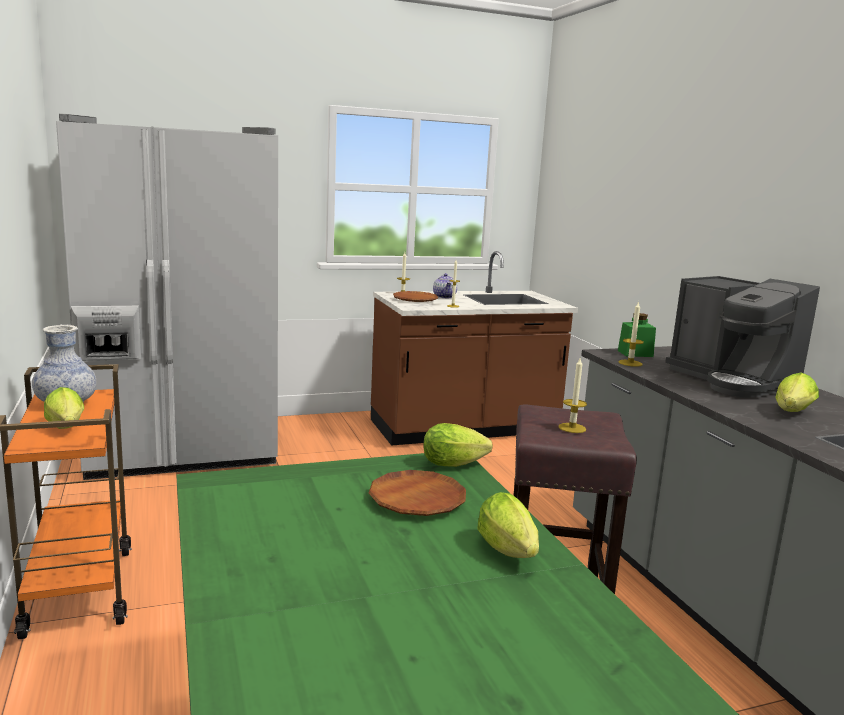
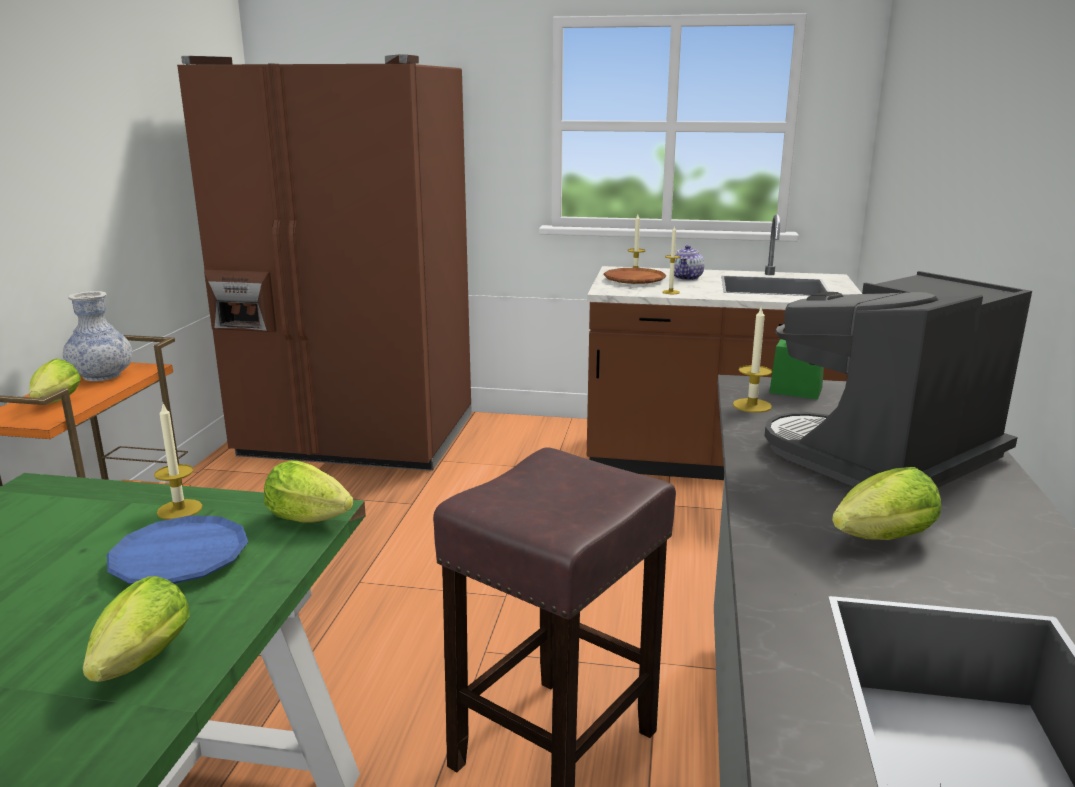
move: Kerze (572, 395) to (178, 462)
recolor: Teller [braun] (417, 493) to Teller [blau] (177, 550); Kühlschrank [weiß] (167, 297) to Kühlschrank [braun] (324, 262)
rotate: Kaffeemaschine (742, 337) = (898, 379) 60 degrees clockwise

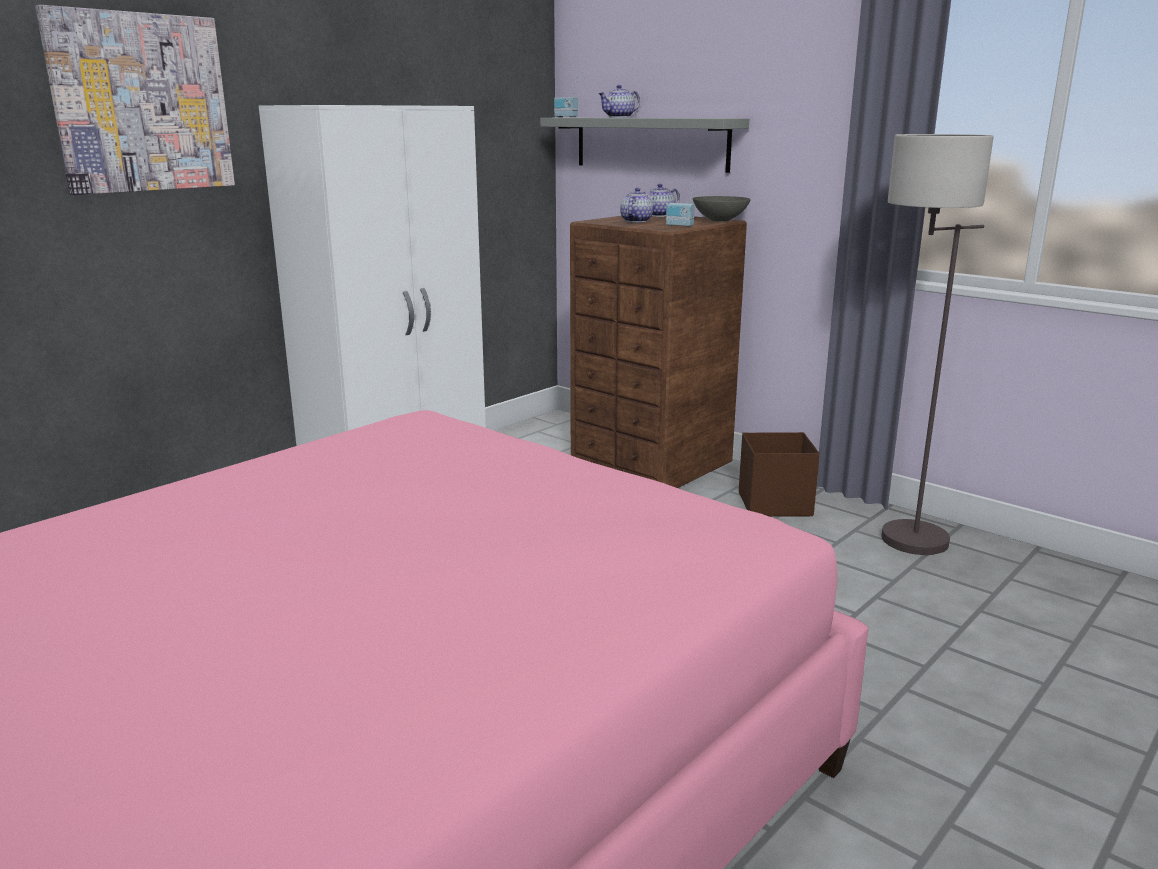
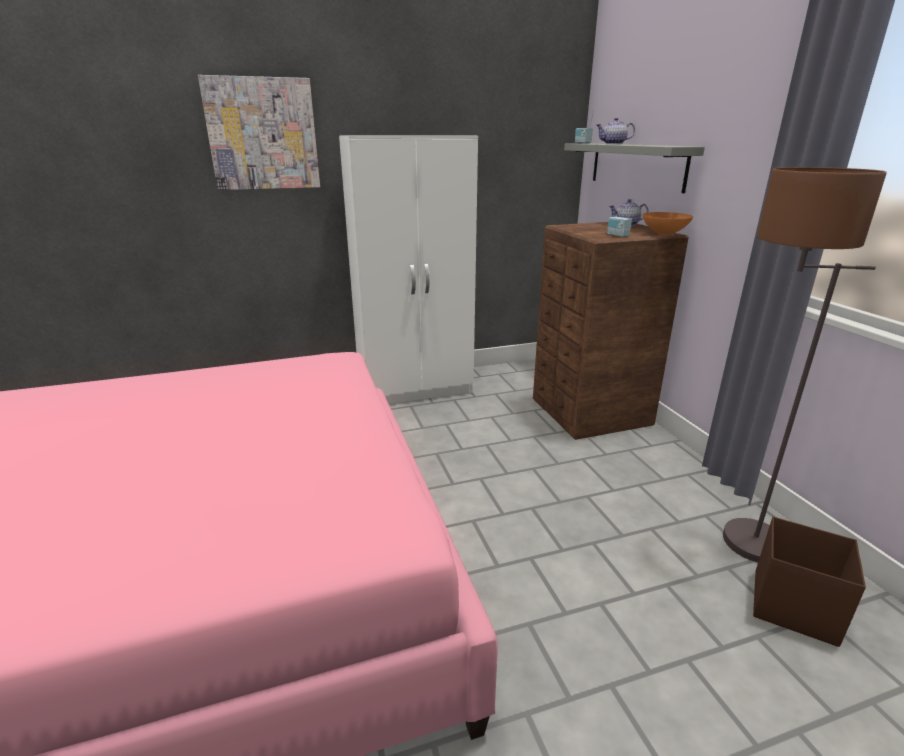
delete: Teekanne (636, 205)
move: Aufbewahrungsbox [braun] (779, 474) to (809, 582)
recolor: Schüssel [grau] (722, 209) to Schüssel [orange] (667, 223); Stehlampe [grau] (937, 344) to Stehlampe [braun] (805, 364)

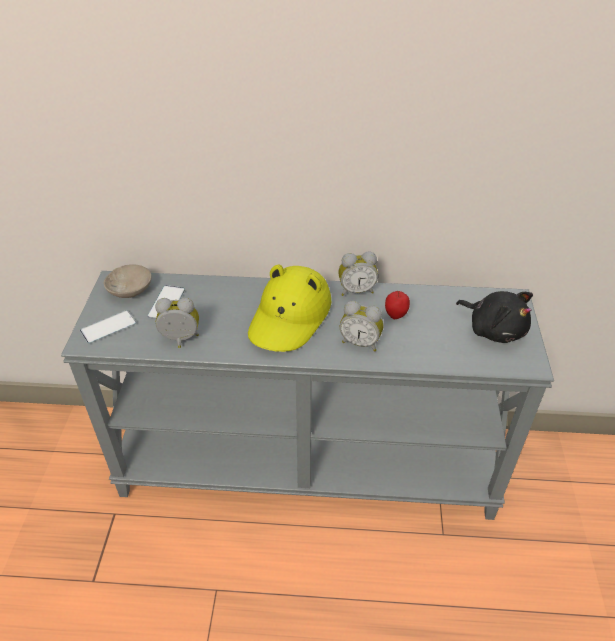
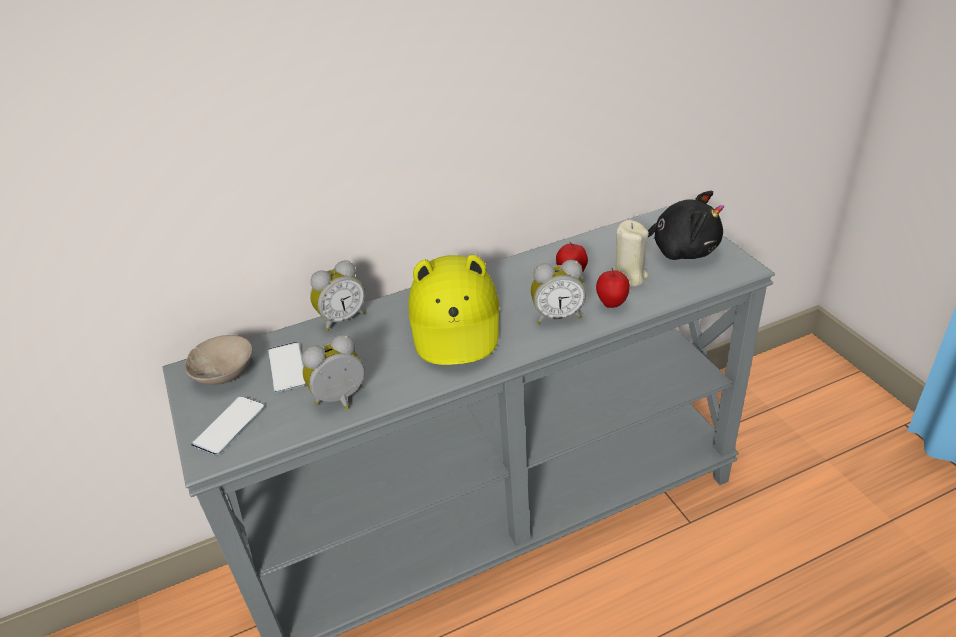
insert: Apfel (613, 288); Kerze [beige] (631, 253)
move: Wecker (358, 273) to (337, 295)

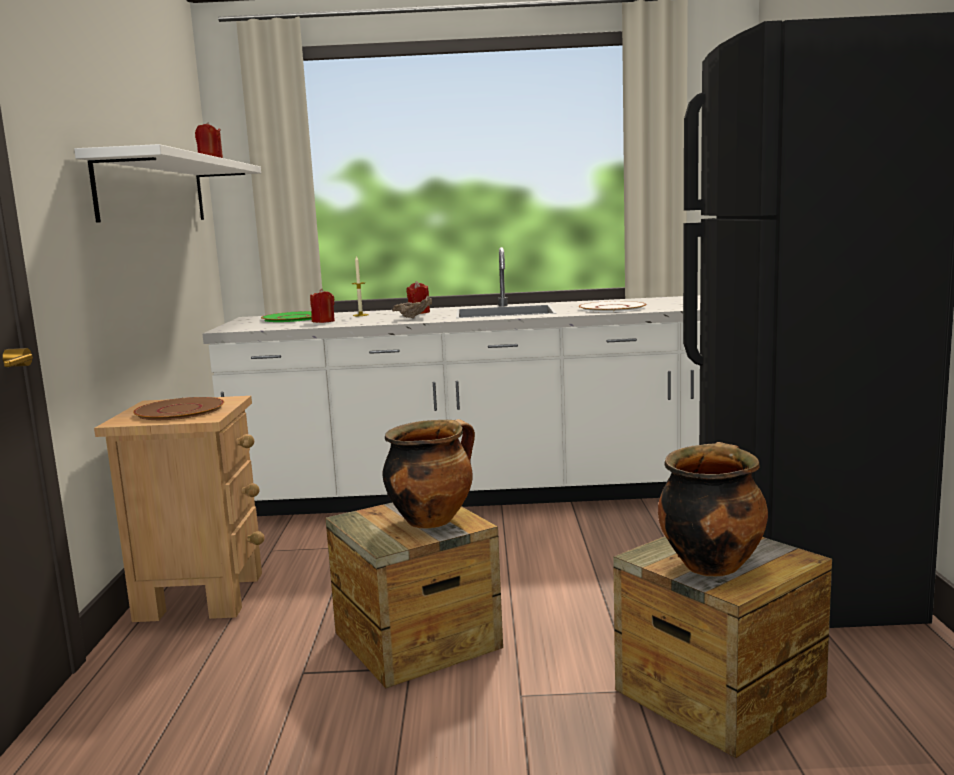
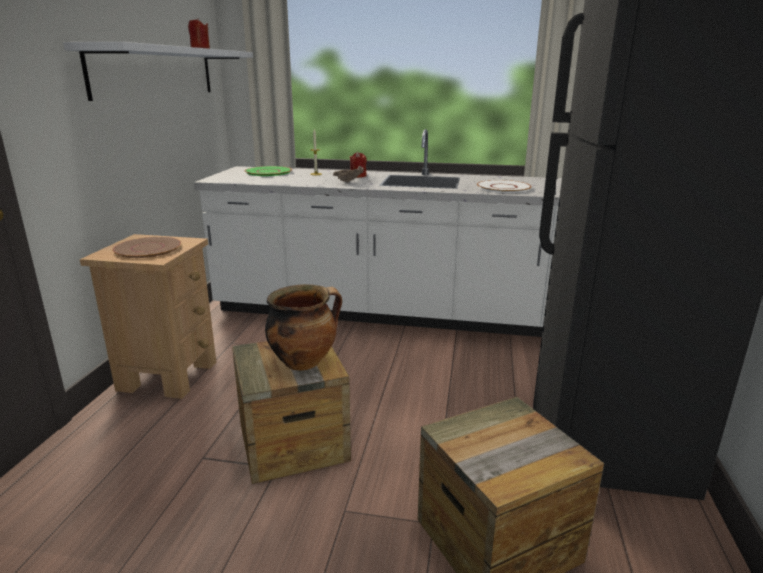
delete: Kerze [rot] (322, 306); Kochtopf (713, 509)

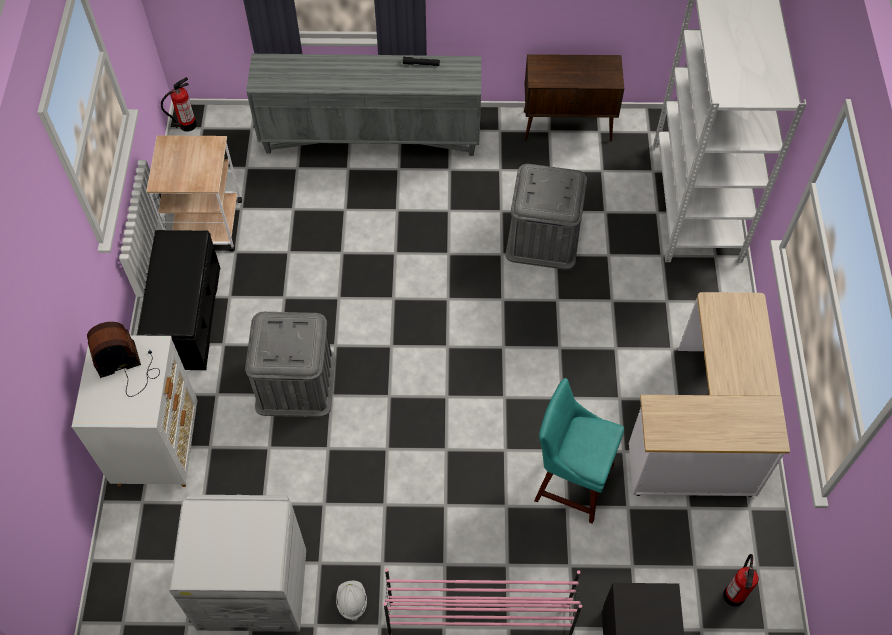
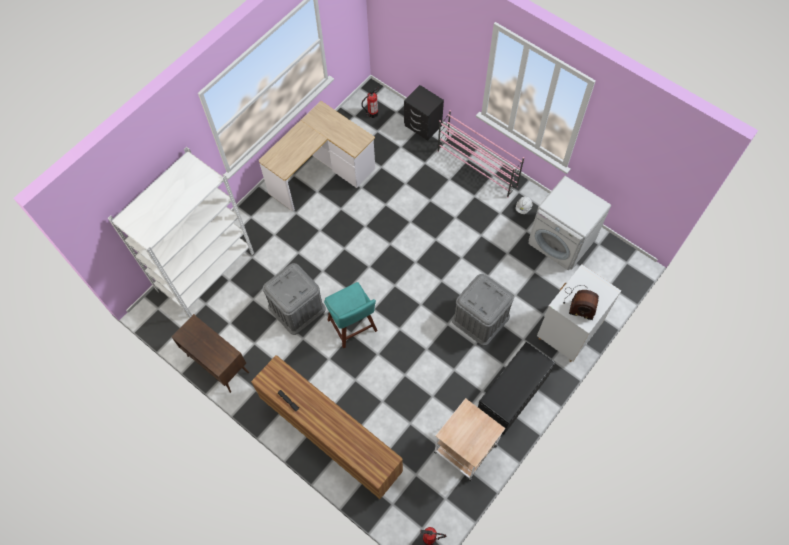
move: Stuhl [türkis] (579, 451) to (351, 315)
recolor: Kommode [grau] (363, 105) to Kommode [braun] (327, 427)

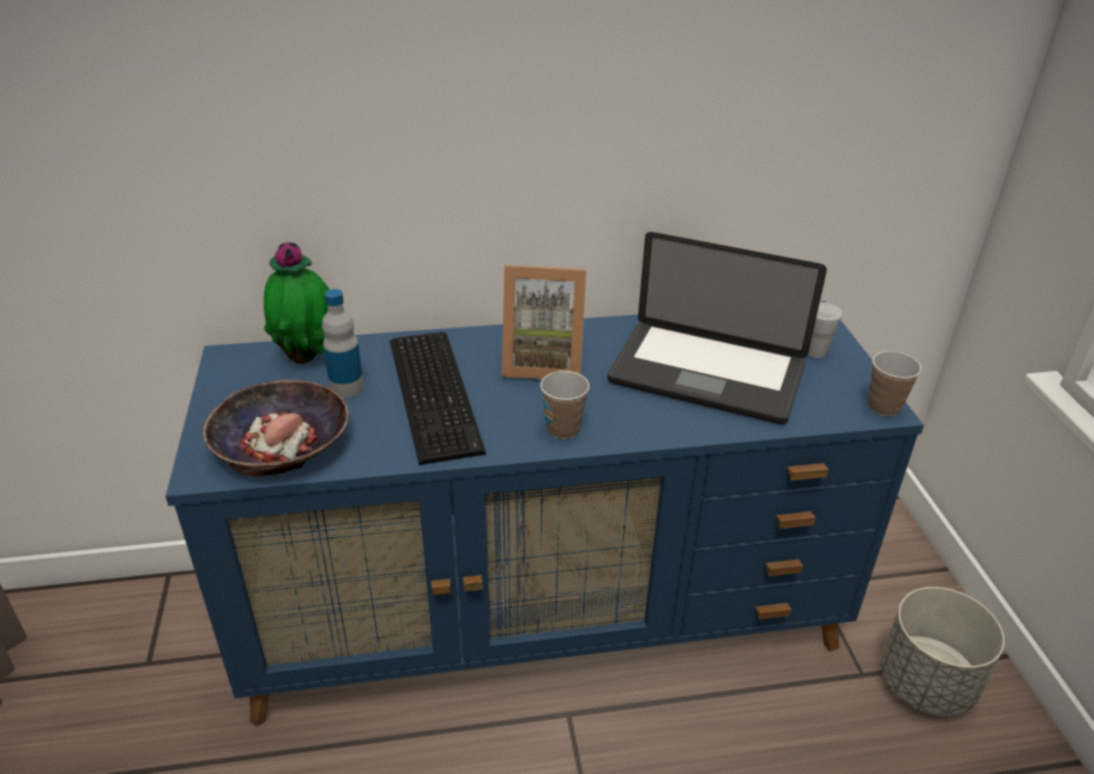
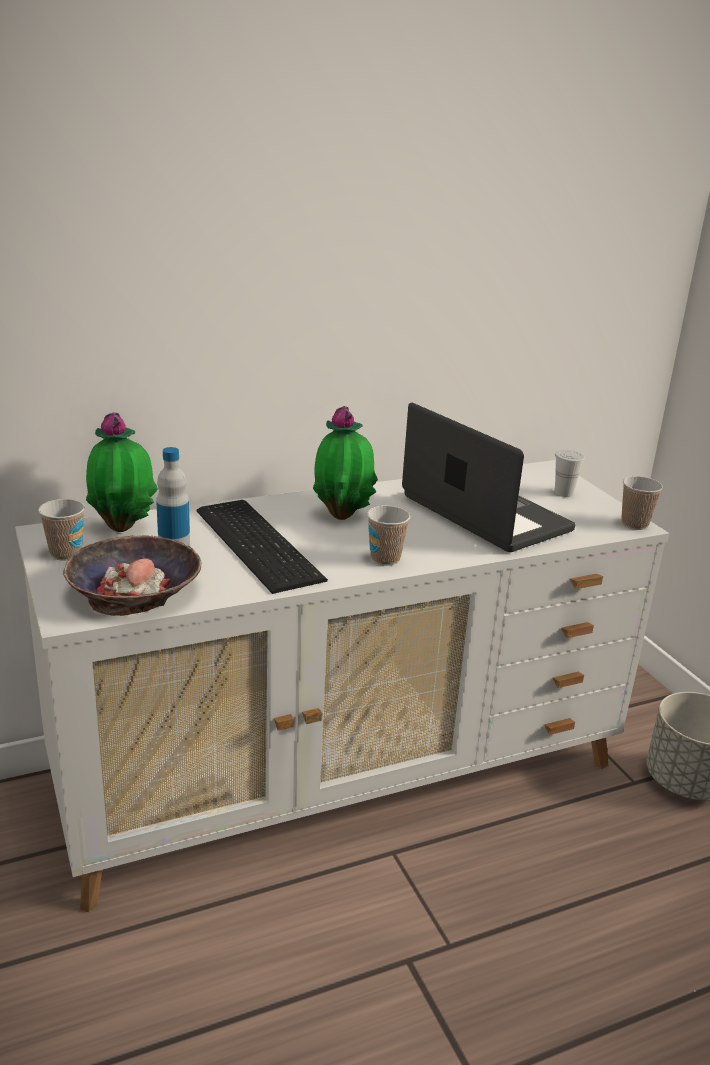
insert: Tasse (61, 530)
replace: Bilderrahmen (543, 322) to Topfpflanze (345, 463)
recolor: Kommode [blau] (544, 514) to Kommode [weiß] (342, 686)
rotate: Laptop (717, 328) = (489, 477) 135 degrees counterclockwise

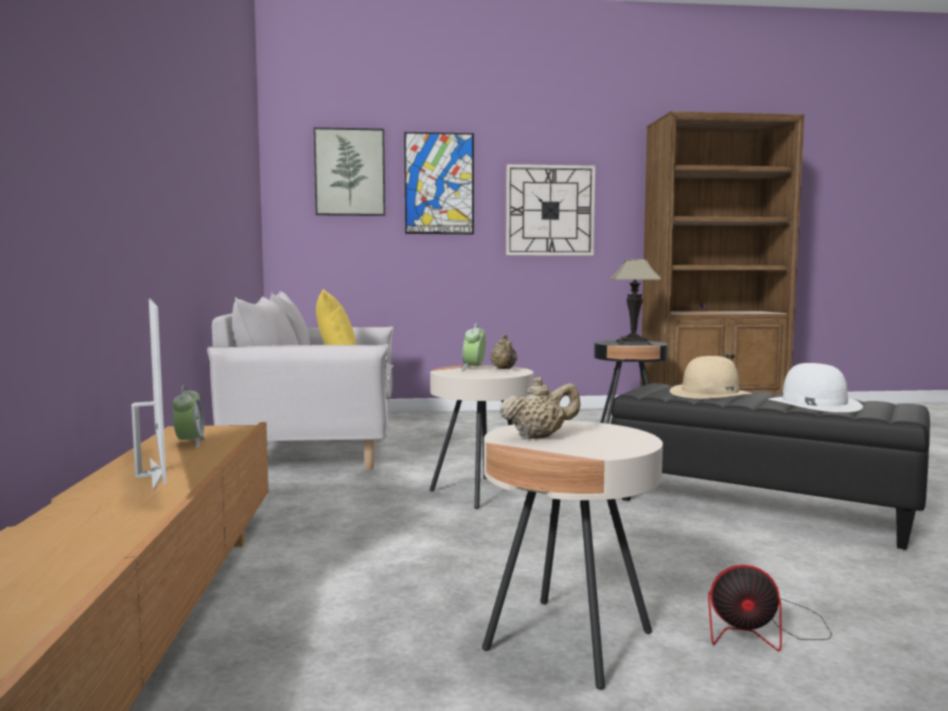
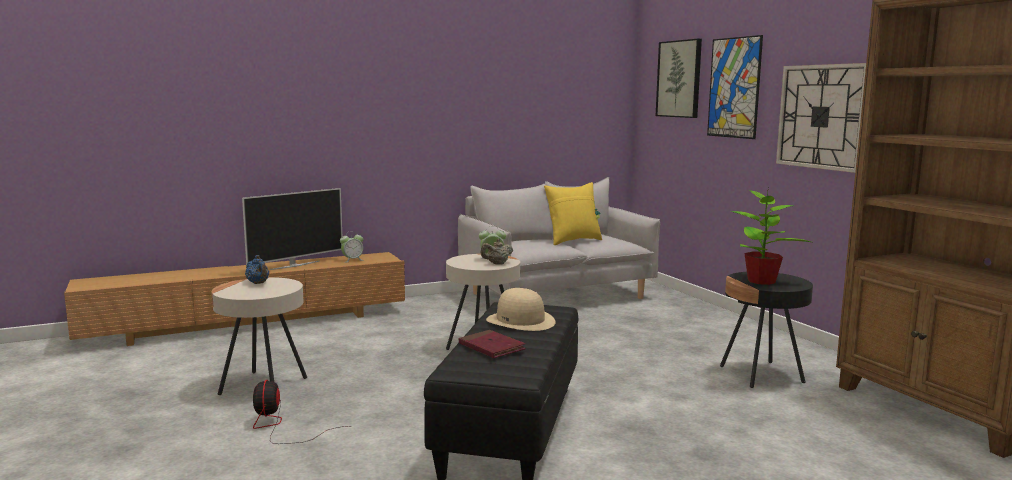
replace: Hut [weiß] (816, 387) to Buch [rot] (492, 344); Tischlampe (636, 302) to Topfpflanze (771, 236)
recolor: Teekanne [beige] (540, 408) to Teekanne [blau] (257, 269)

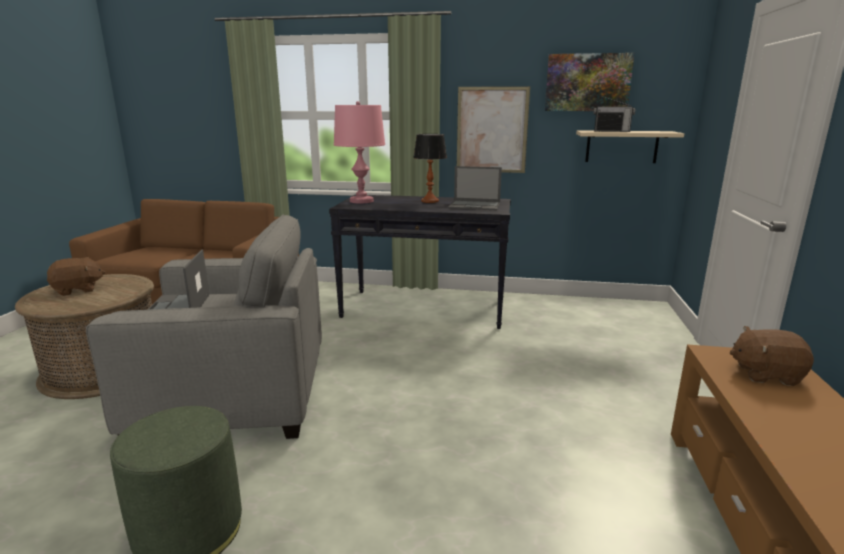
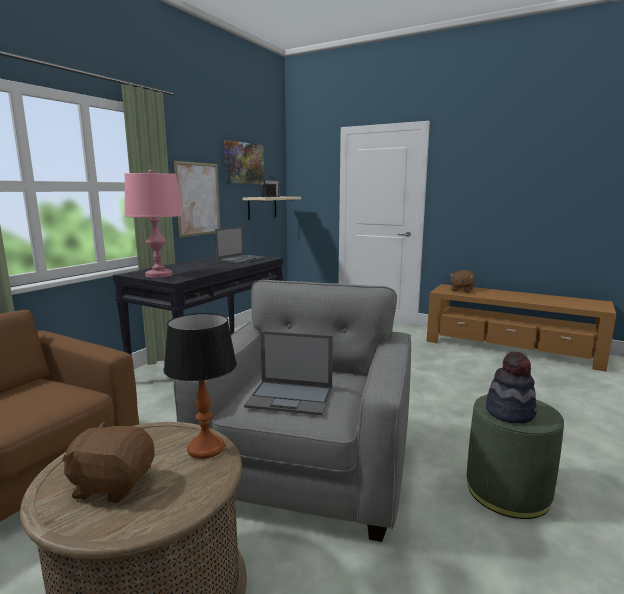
insert: Hut (511, 387)
move: Tischlampe (430, 168) to (200, 386)
rotate: Plüschtier [braun] (76, 276) = (108, 462) 75 degrees counterclockwise

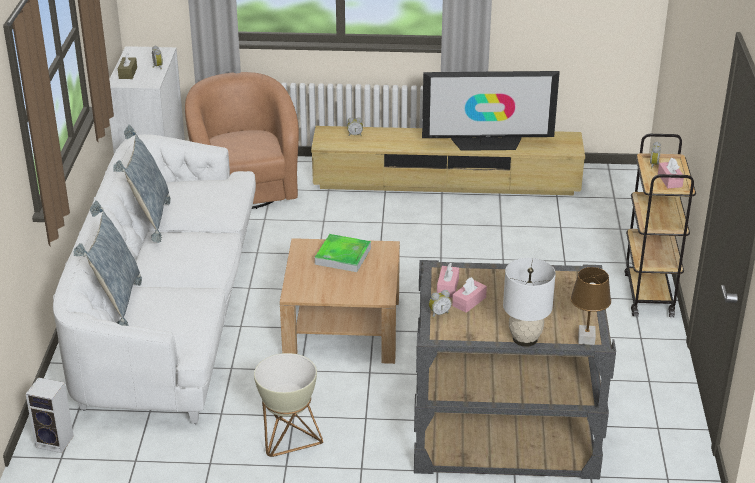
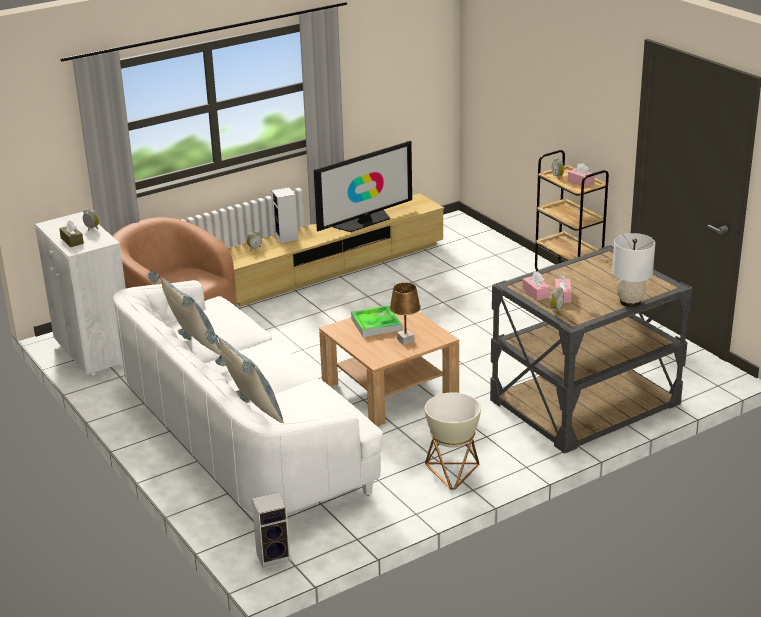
insert: Lautsprecher (284, 215)
move: Tischlampe [braun] (590, 306) to (405, 314)

